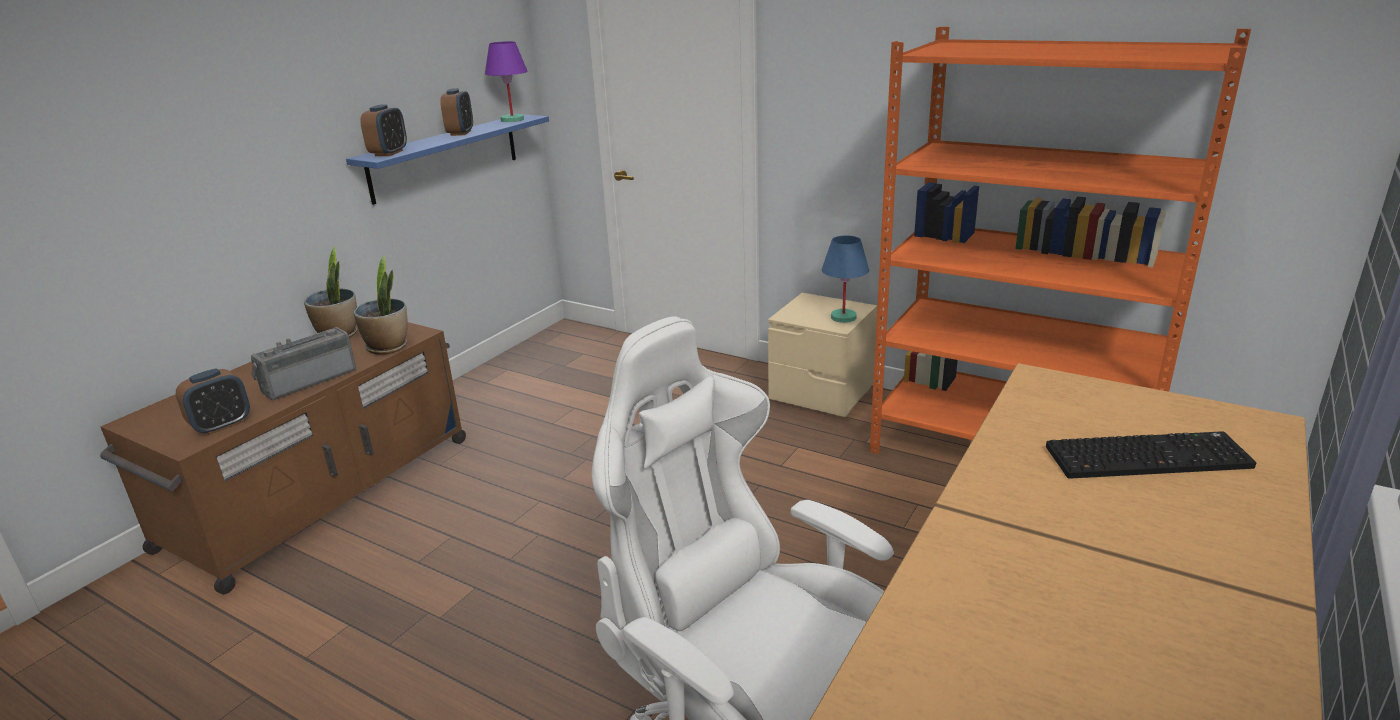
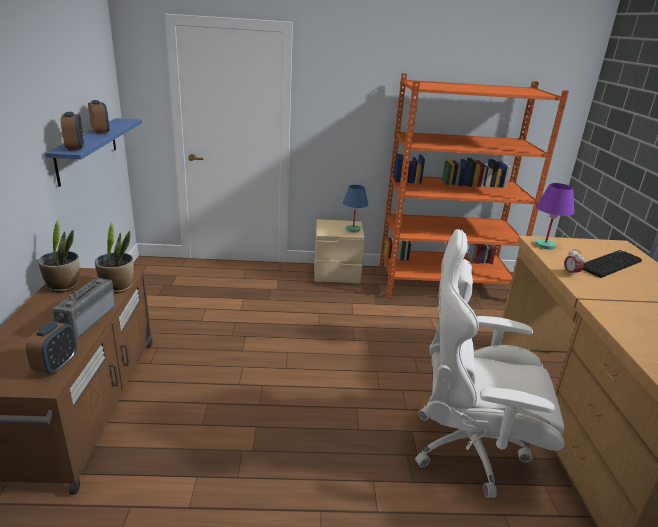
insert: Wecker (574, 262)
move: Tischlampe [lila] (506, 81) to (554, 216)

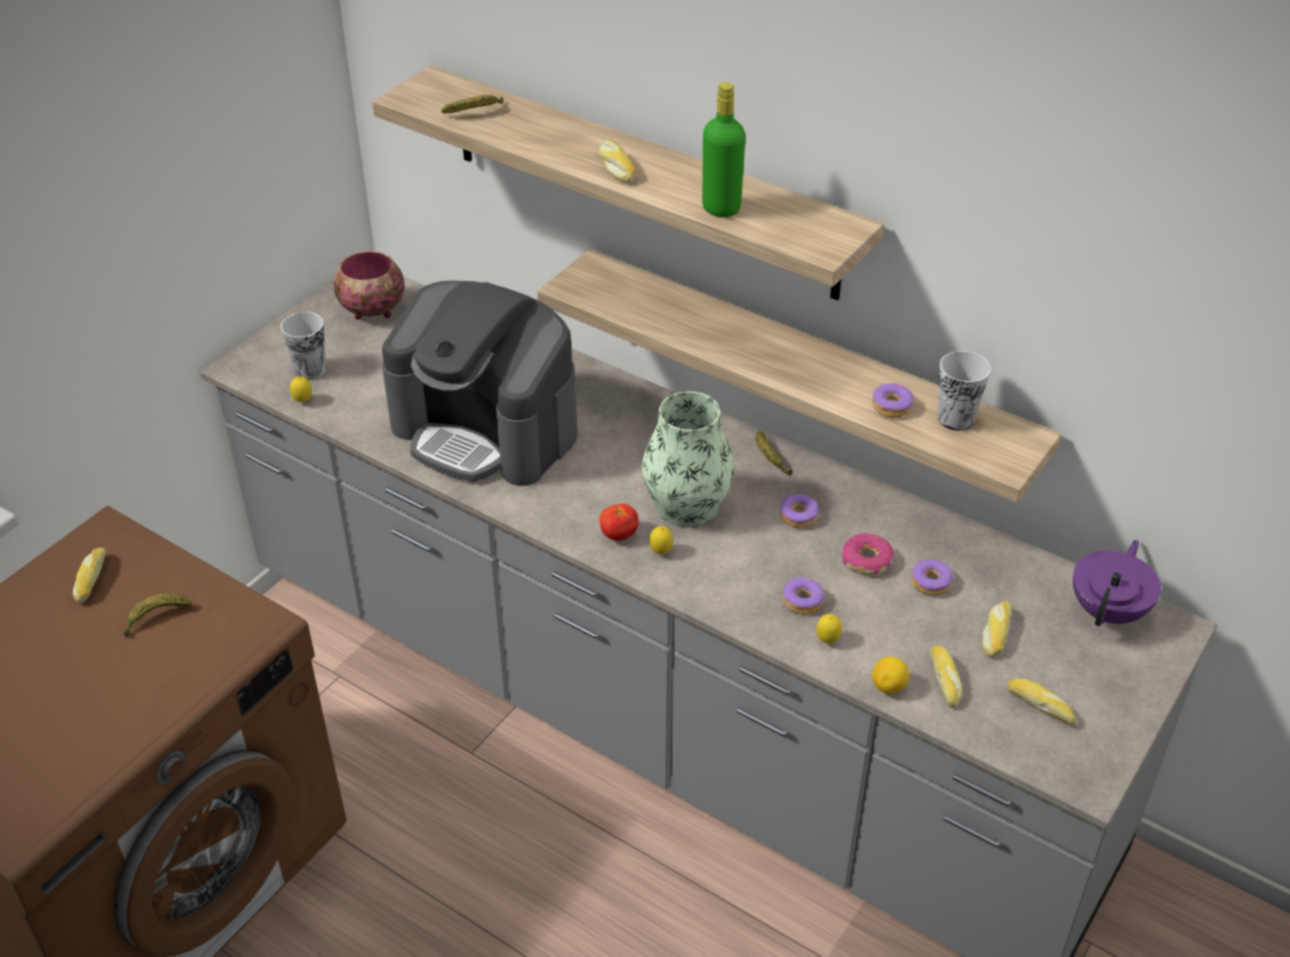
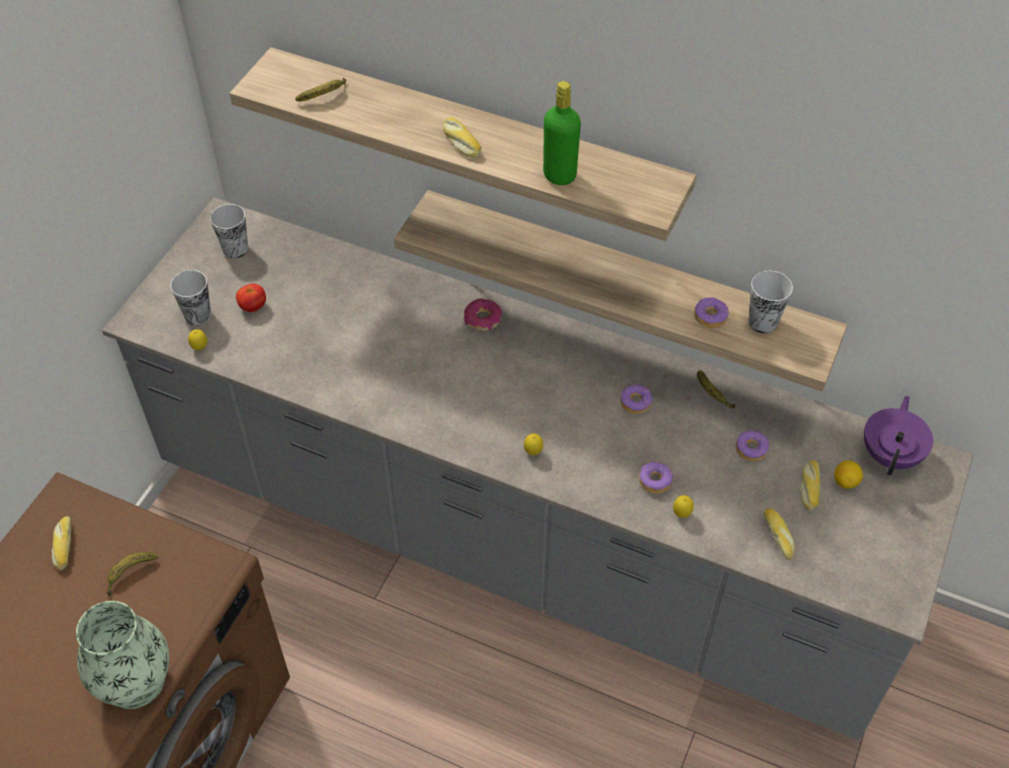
delete: Kaffeemaschine (479, 383); Brot (1041, 702)
move: Vase (688, 459) to (122, 655); Tomate (619, 522) to (251, 297); Donut (868, 554) to (483, 315); Banane (774, 453) to (716, 389); Zitrone (890, 675) to (848, 474)
replace: Schüssel (369, 285) to Tasse (229, 231)

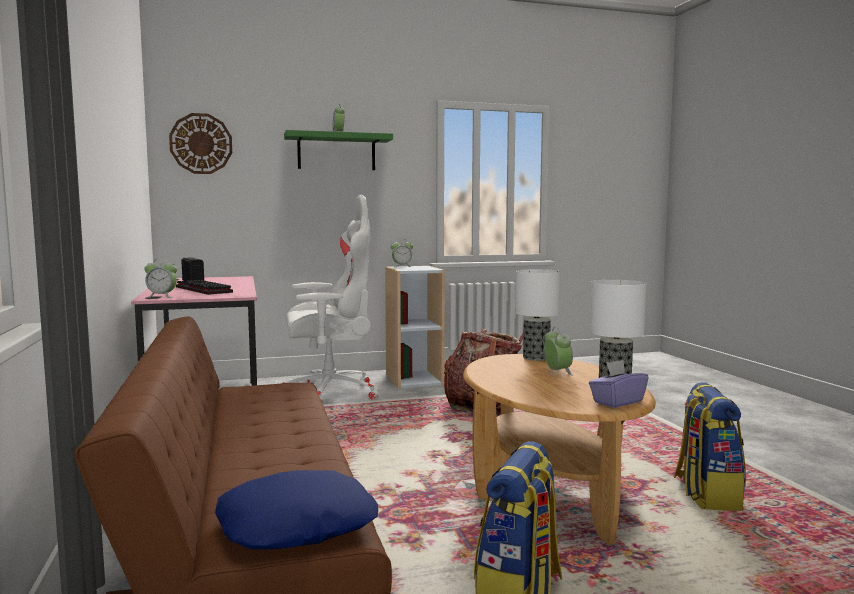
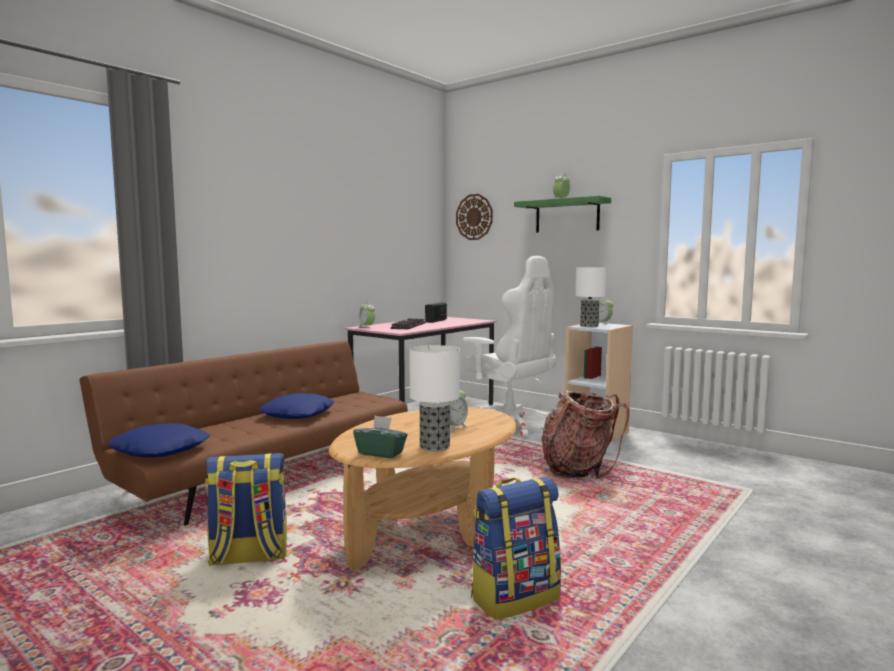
insert: Kissen [blau] (296, 406)
move: Tischlampe (538, 315) to (590, 297)
recolor: Taschentuchbox [lila] (619, 384) to Taschentuchbox [grün] (380, 436)

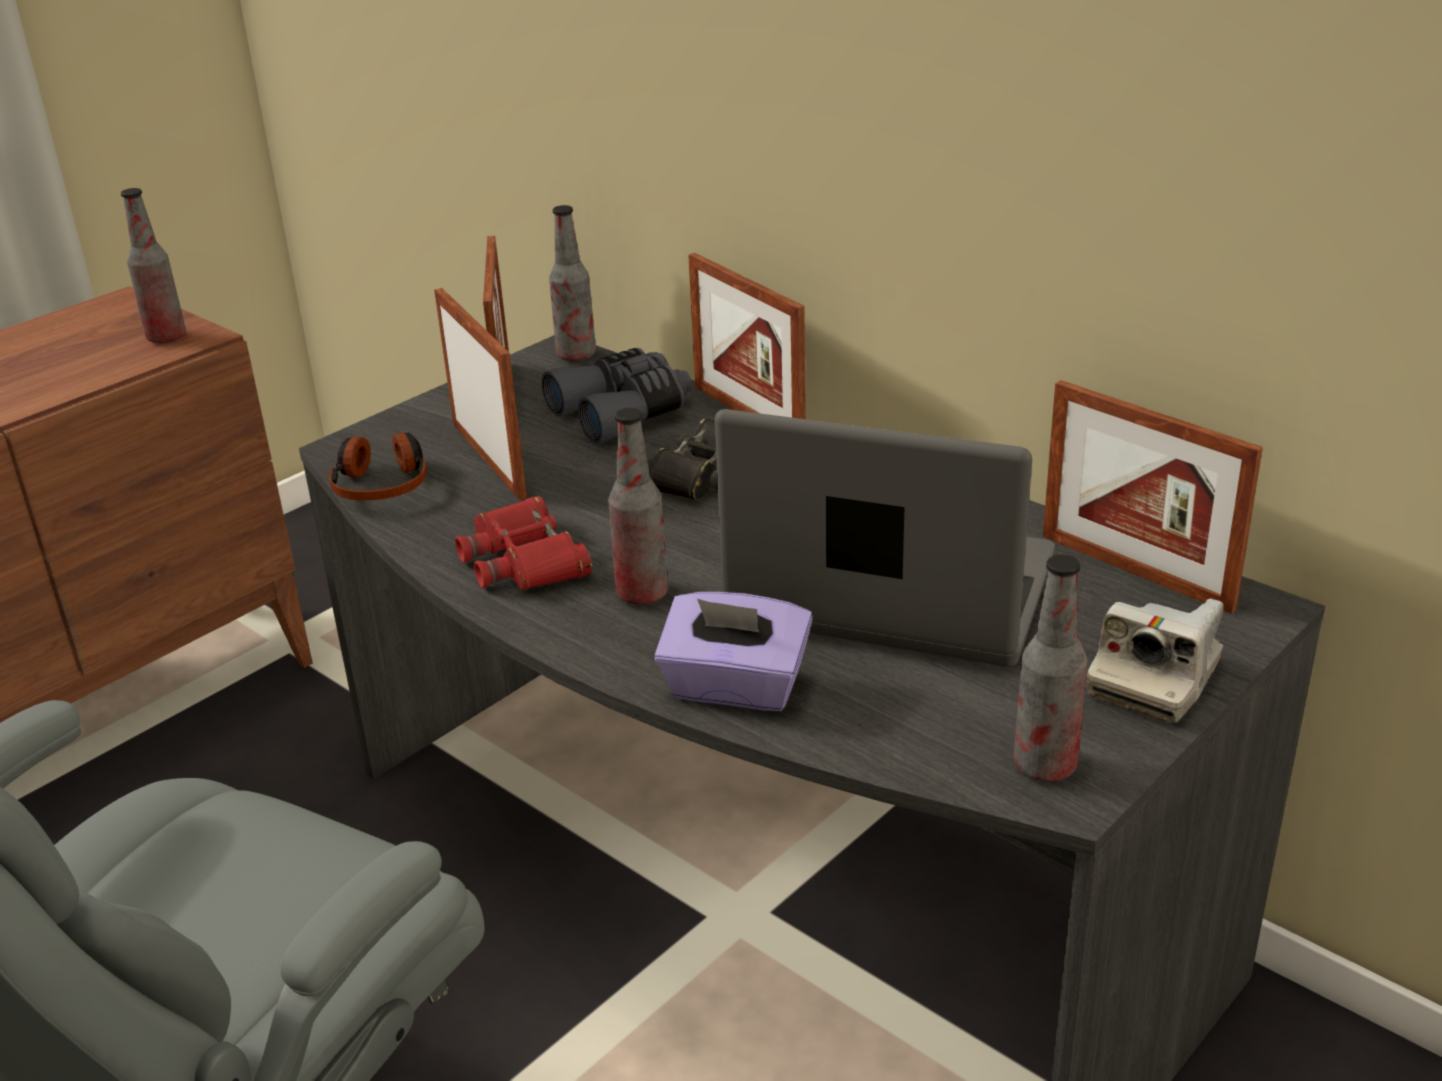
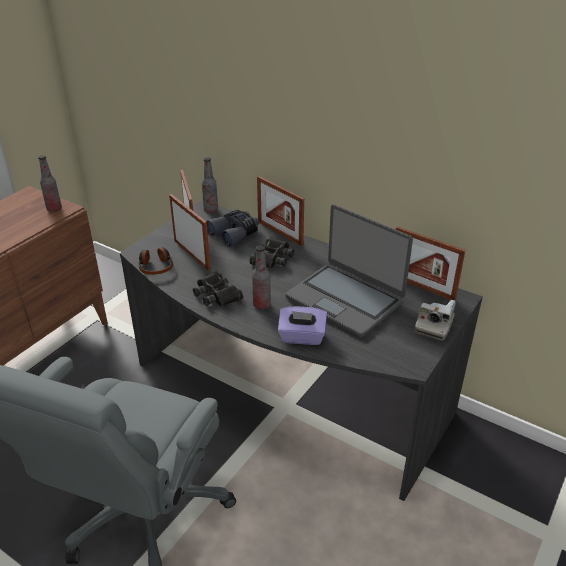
delete: Flasche (1051, 668)
recolor: Fernglas [rot] (523, 543) to Fernglas [schwarz] (218, 288)
rotate: Laptop (885, 538) = (349, 270) 150 degrees counterclockwise

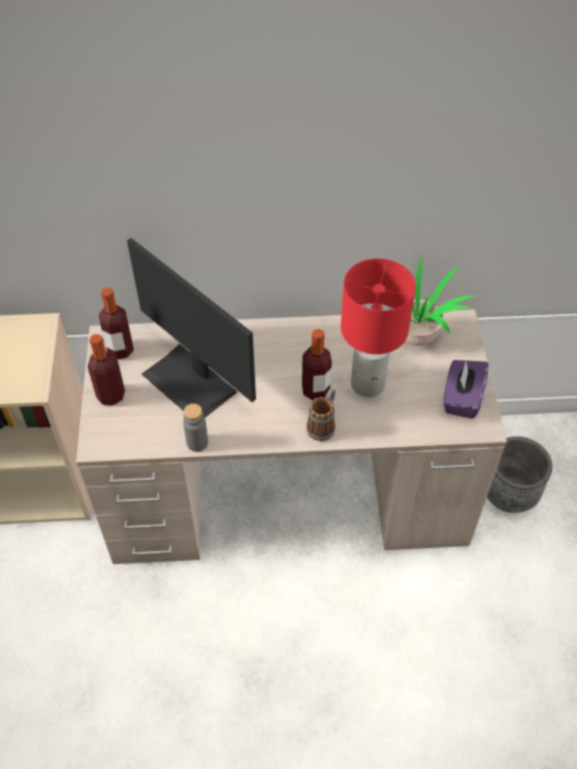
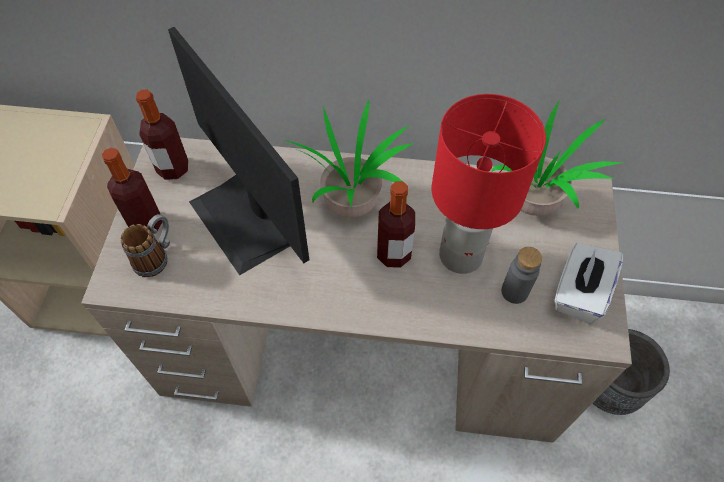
insert: Topfpflanze (348, 158)
move: Henkelbecher (320, 414) to (145, 245); Flasche [grau] (195, 428) to (521, 275)
recolor: Taschentuchbox [lila] (465, 389) to Taschentuchbox [weiß] (589, 283)

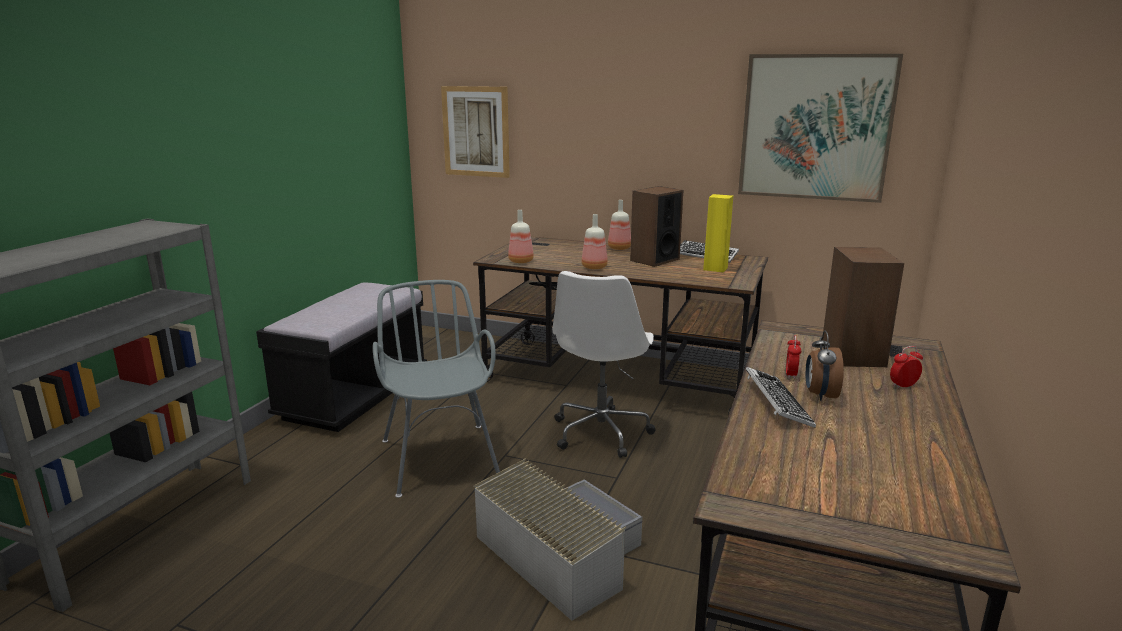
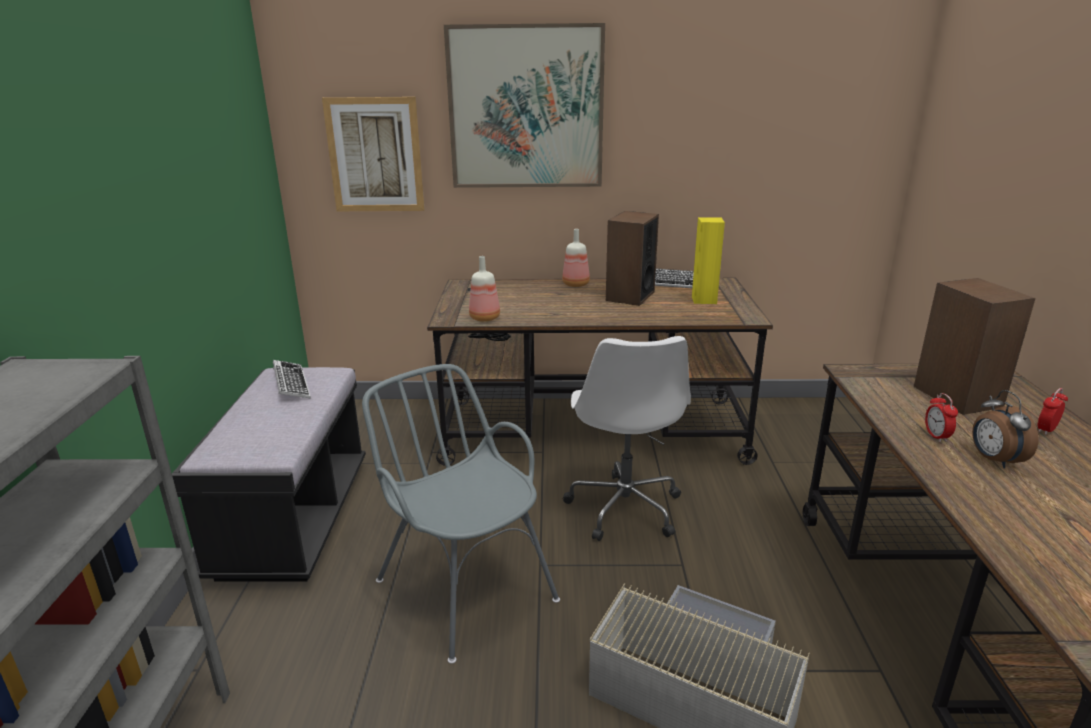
delete: Flasche (594, 241)
move: Tastatur (781, 397) to (292, 379); Bild (820, 128) to (524, 105)

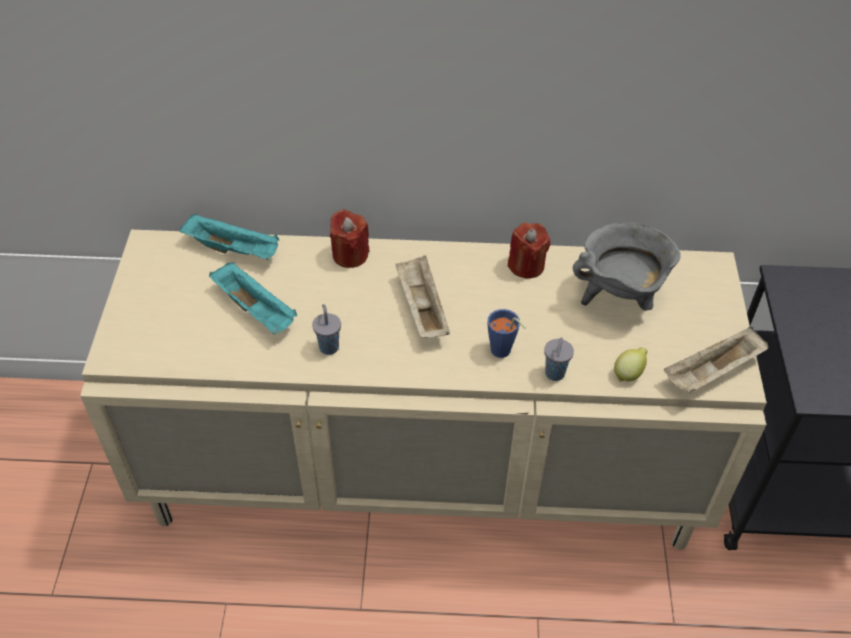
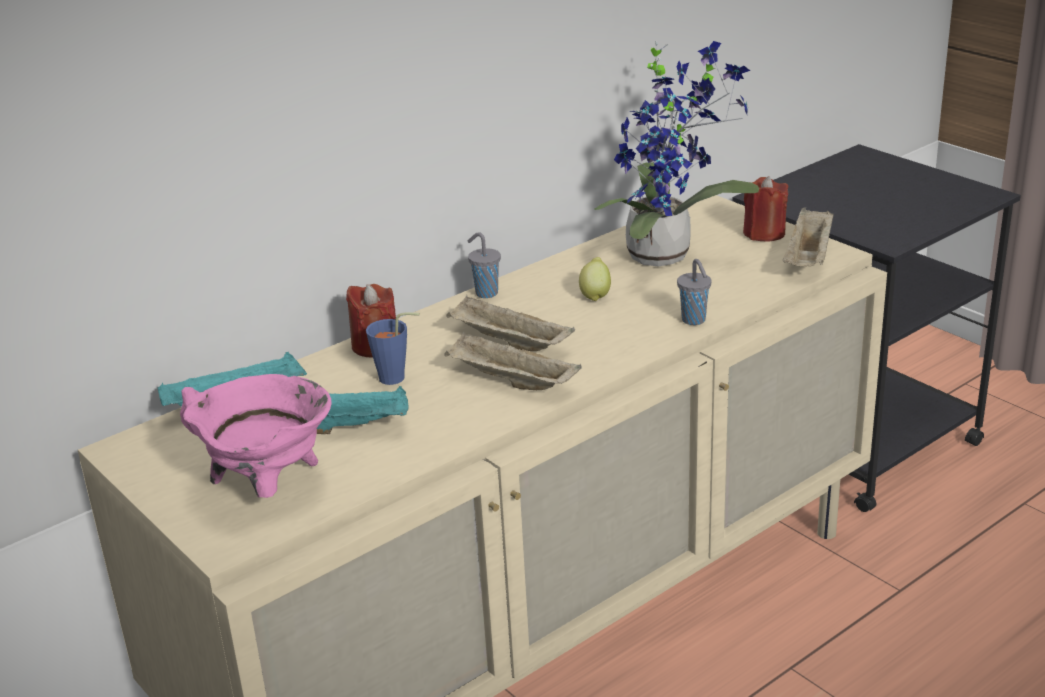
insert: Kochtopf [rosa] (256, 436); Tablett [beige] (513, 361)
move: Tasse [blau] (506, 333) to (393, 348); Tasse [grau] (326, 329) to (484, 265); Zitrone (630, 364) to (595, 279); Kerze [rot] (529, 251) to (765, 209)
replace: Kochtopf [grau] (627, 266) to Topfpflanze (676, 153)

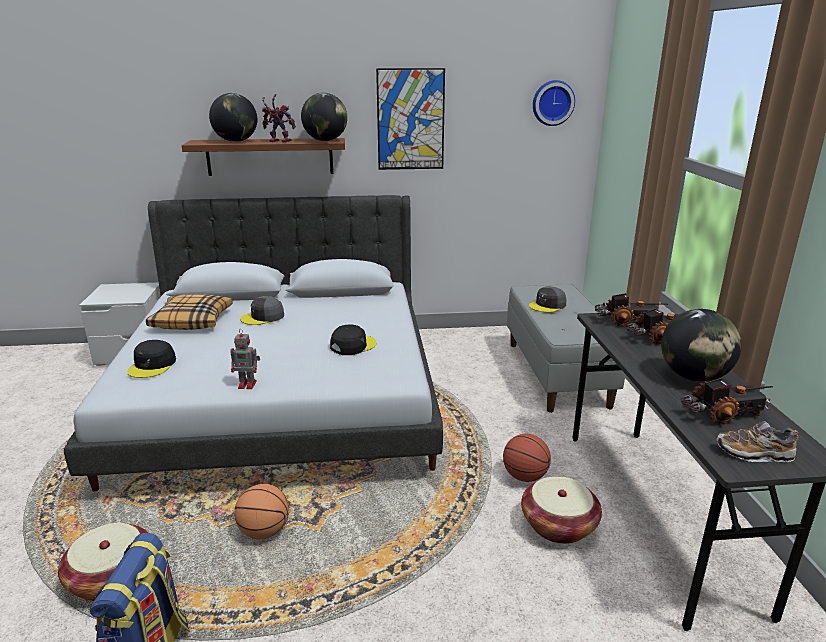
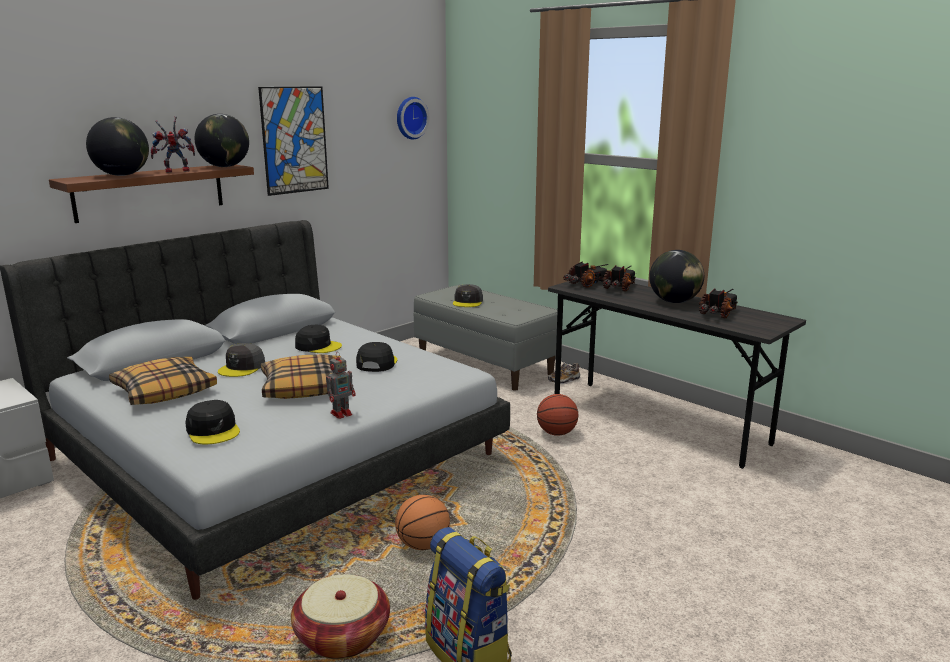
delete: Korb (561, 510)
insert: Kissen (301, 376); Kappe [schwarz] (318, 339)
move: Schuh (758, 441) to (564, 373)

